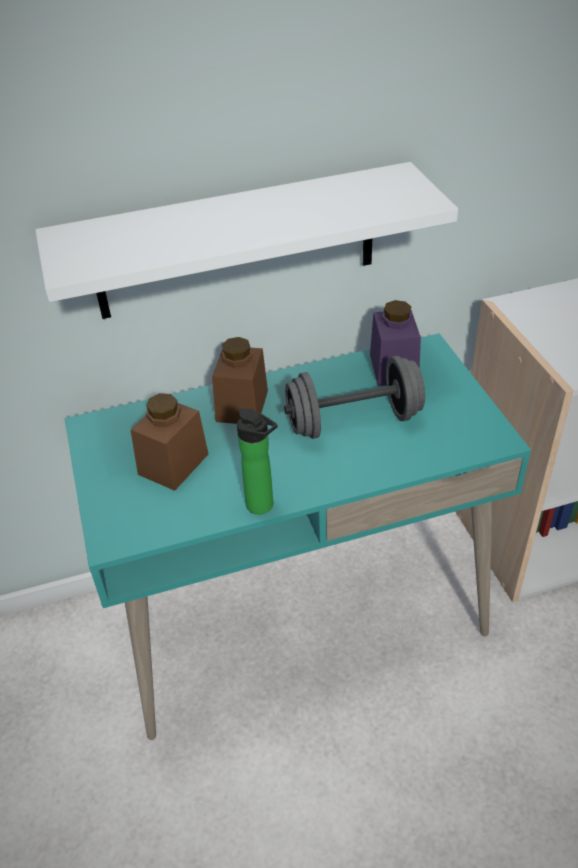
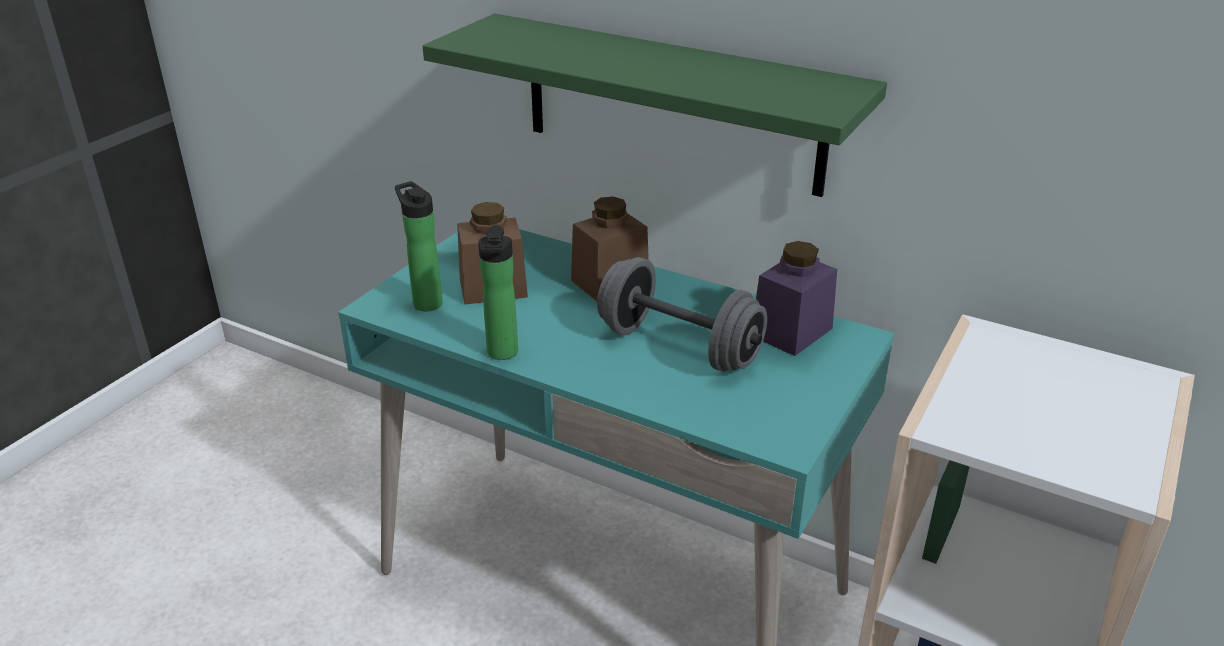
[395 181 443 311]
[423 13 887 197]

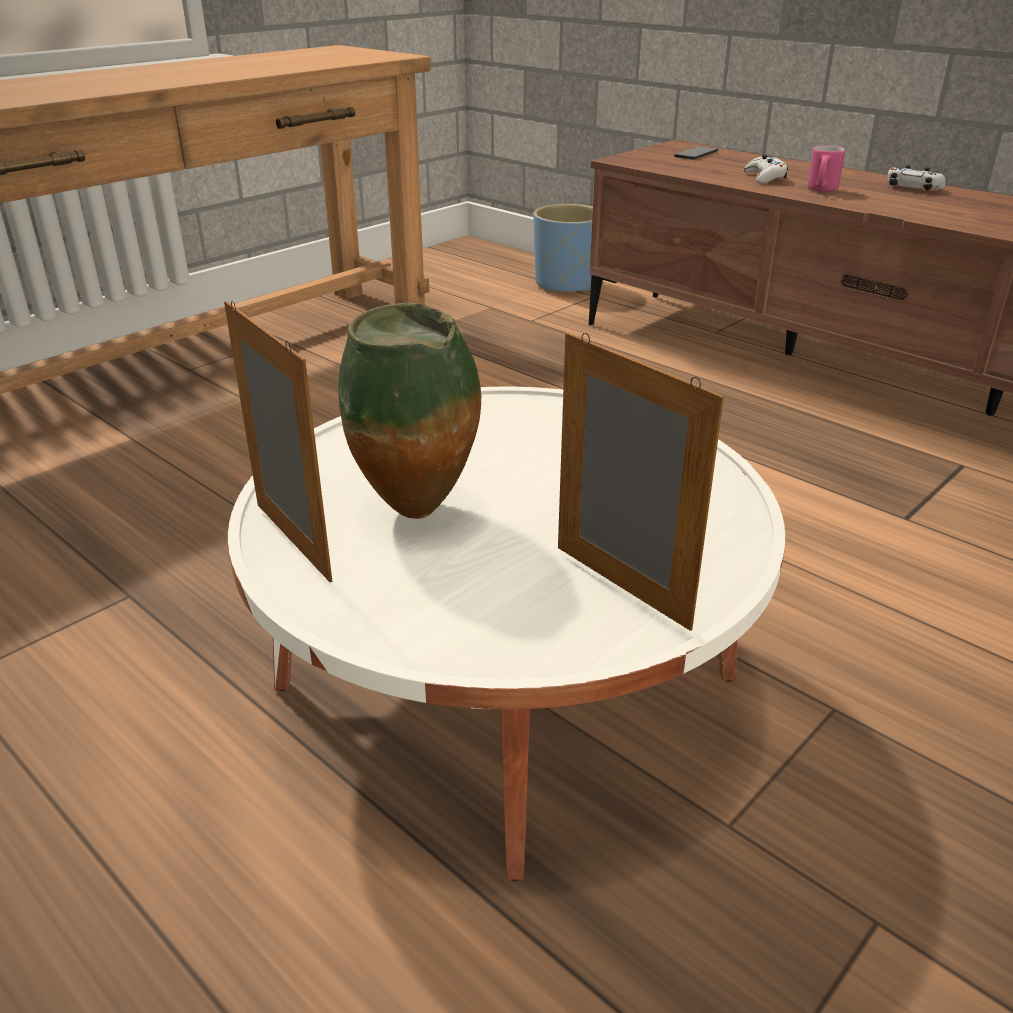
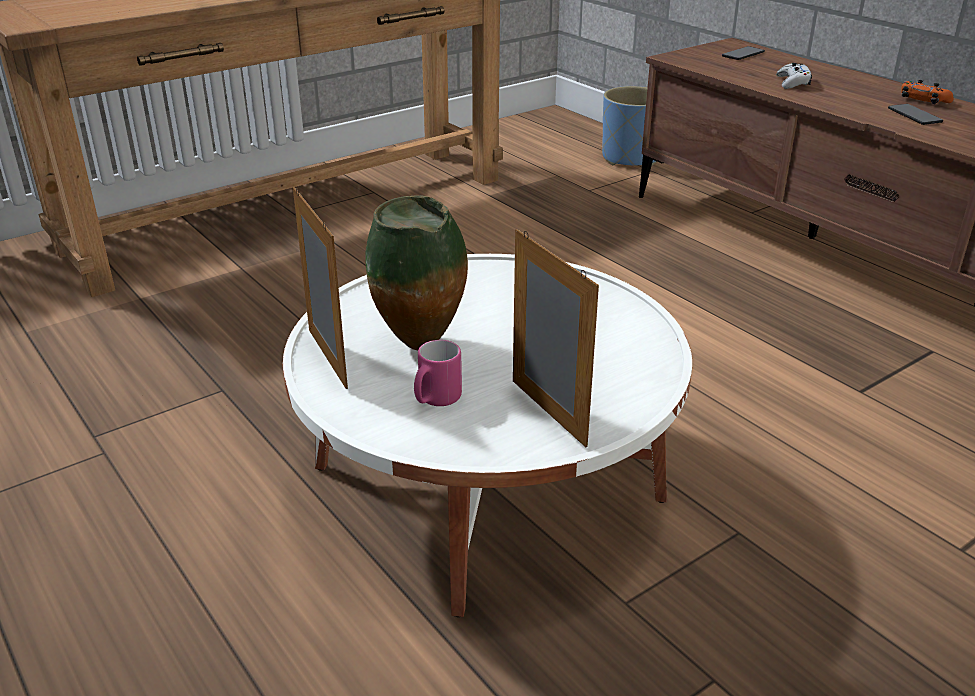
[888 104 943 125]
[414 340 462 406]
[901 80 953 104]

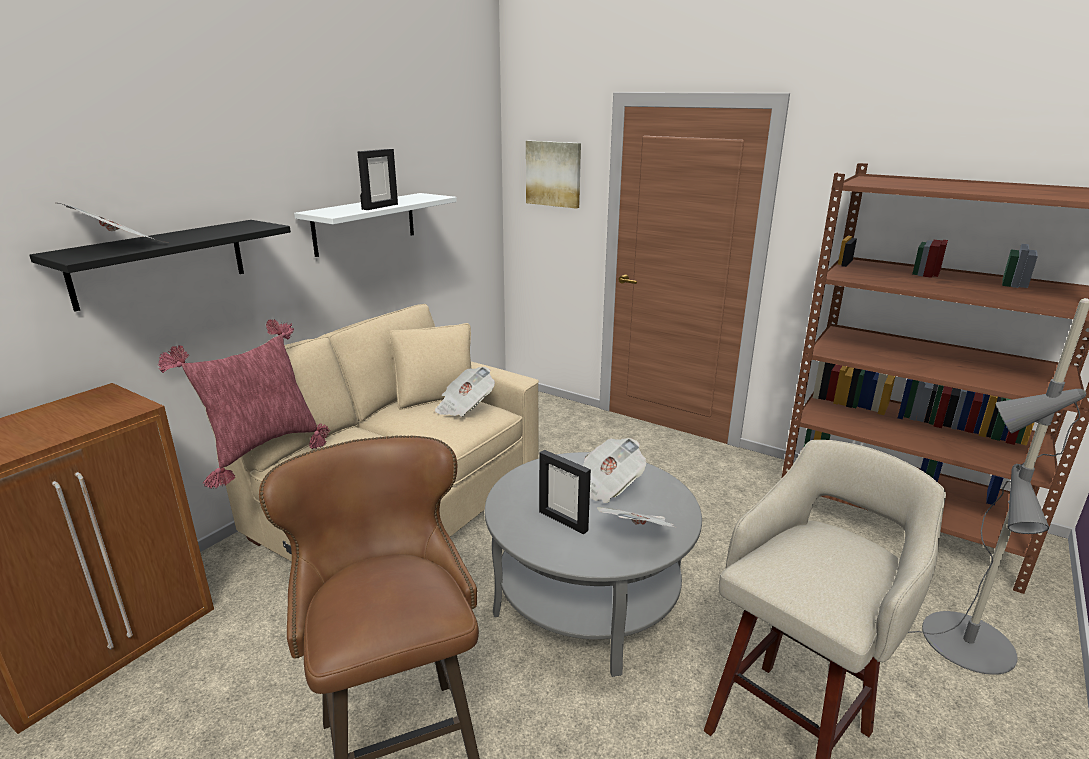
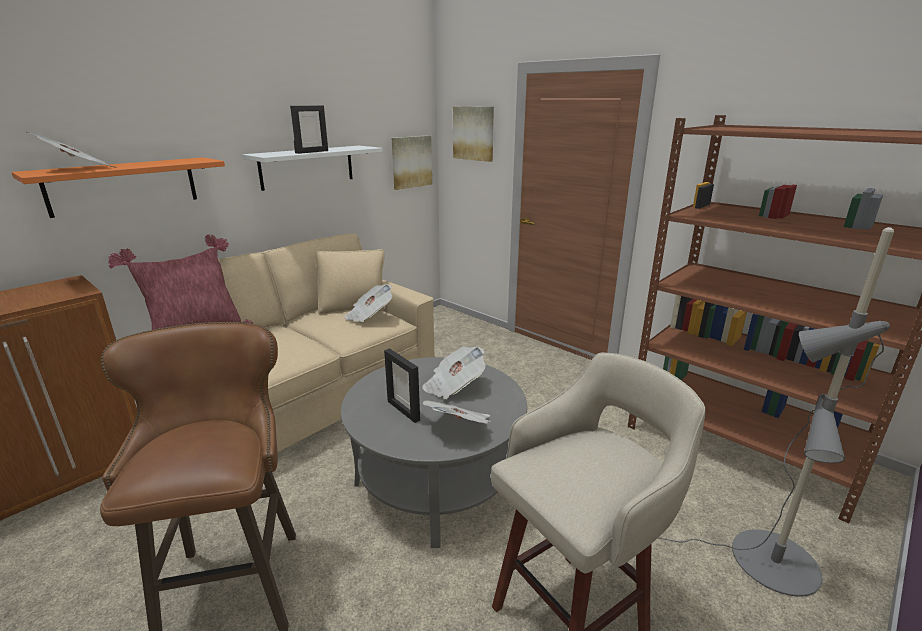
[392 135 432 190]
[11 157 225 218]

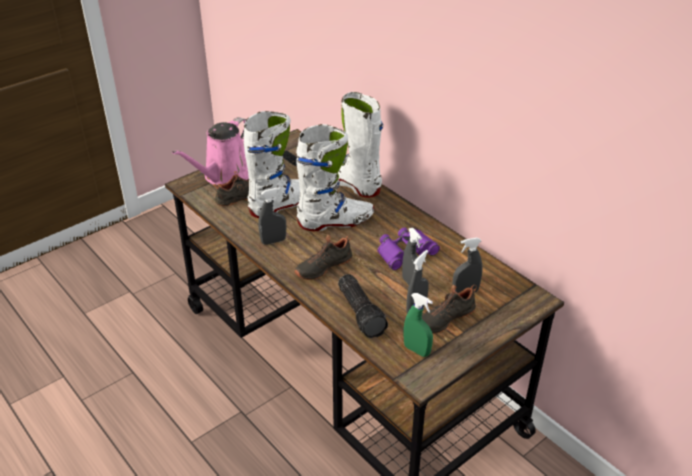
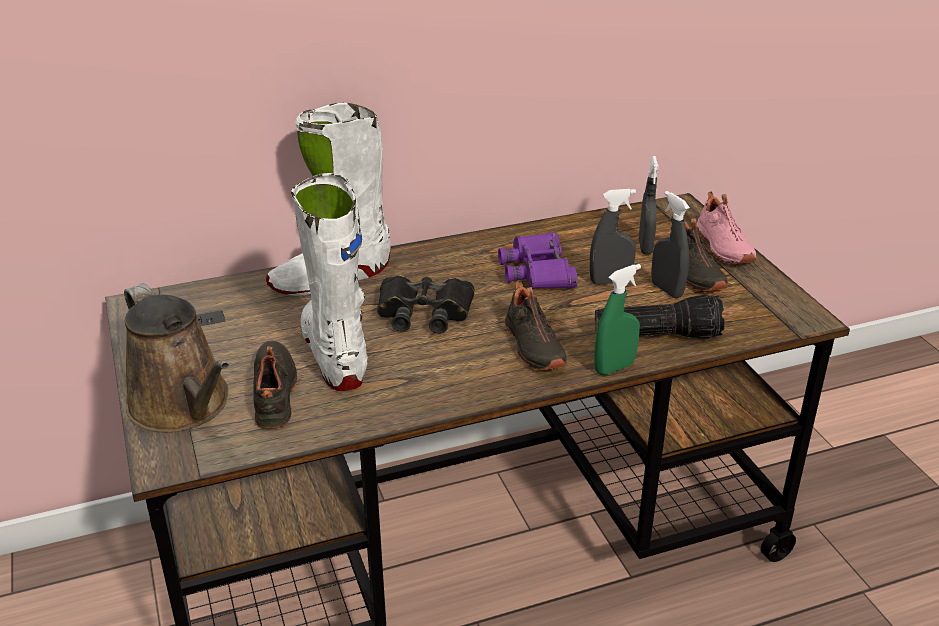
[258 188 286 245] (first image)
[696 192 756 264]
[594 264 641 375]
[377 275 475 334]
[124 283 229 433]

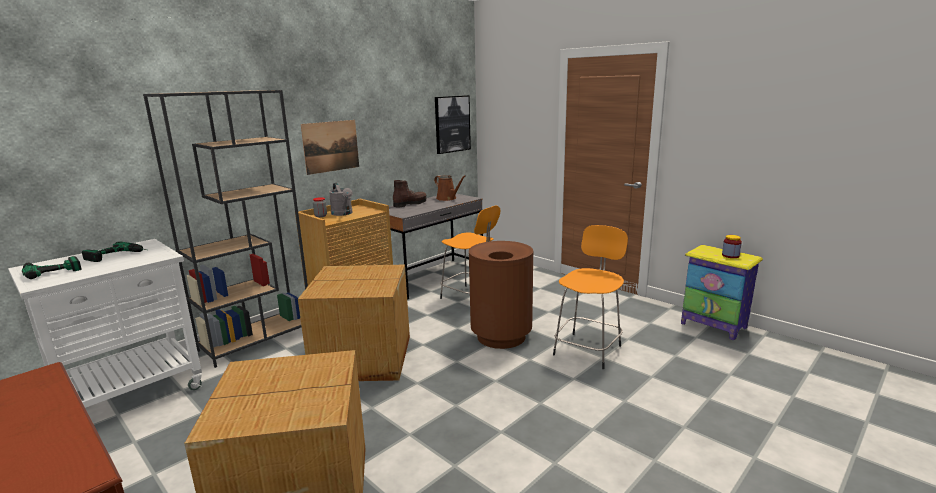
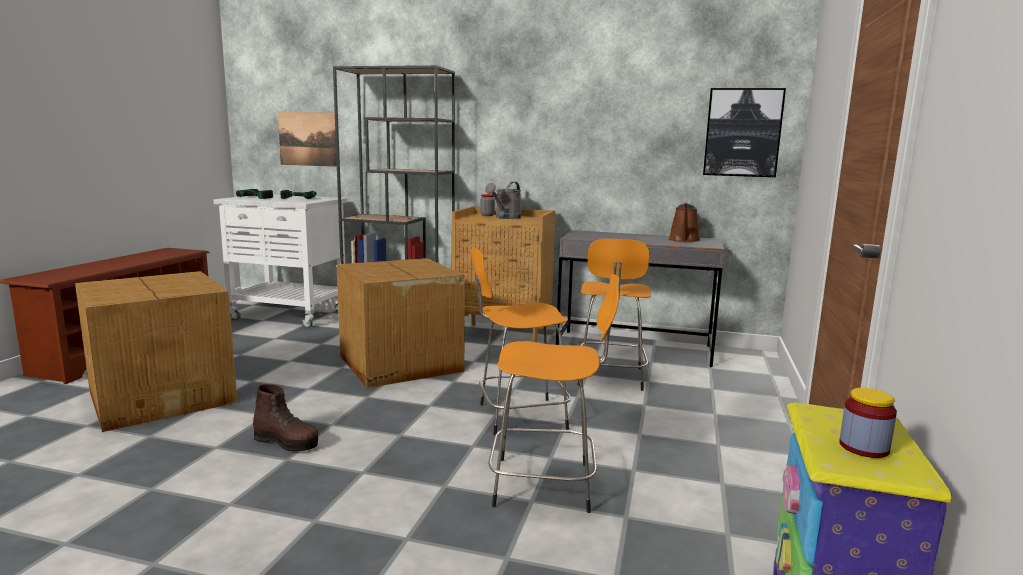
[278 112 337 167]
[253 384 319 451]
[471 246 571 436]

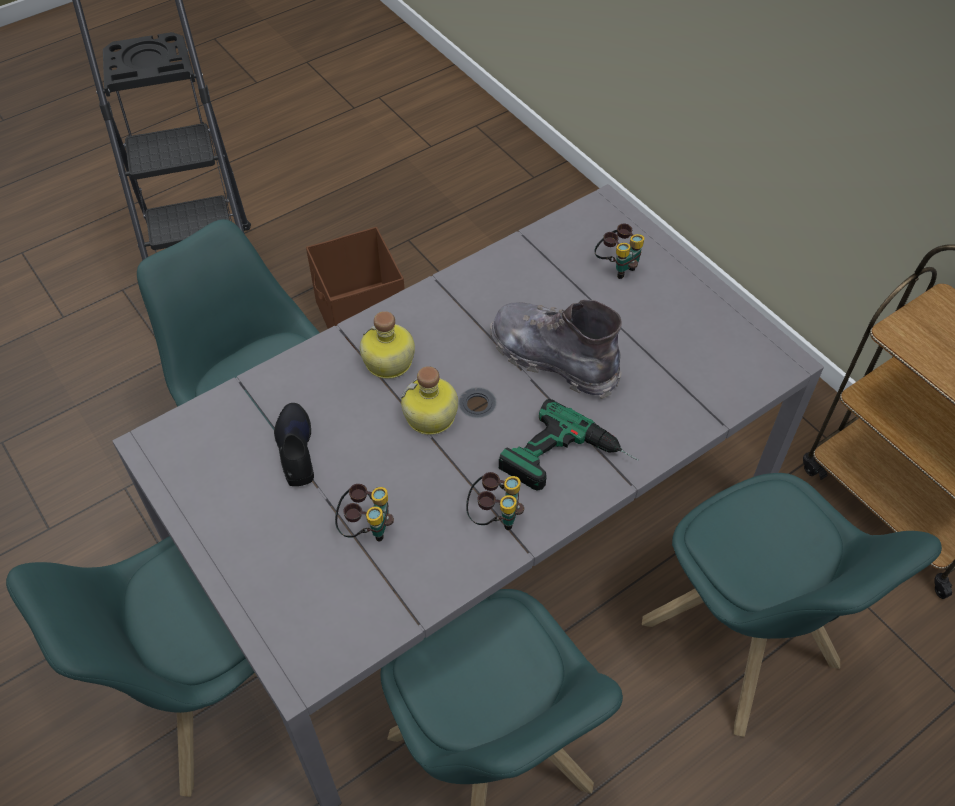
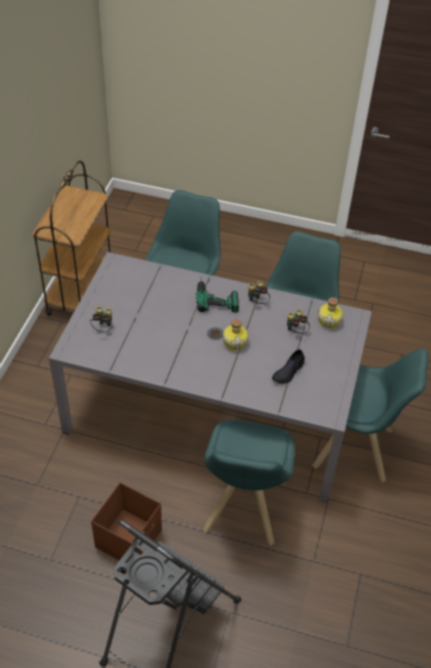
[490 300 622 399] (first image)
[318 297 343 329]

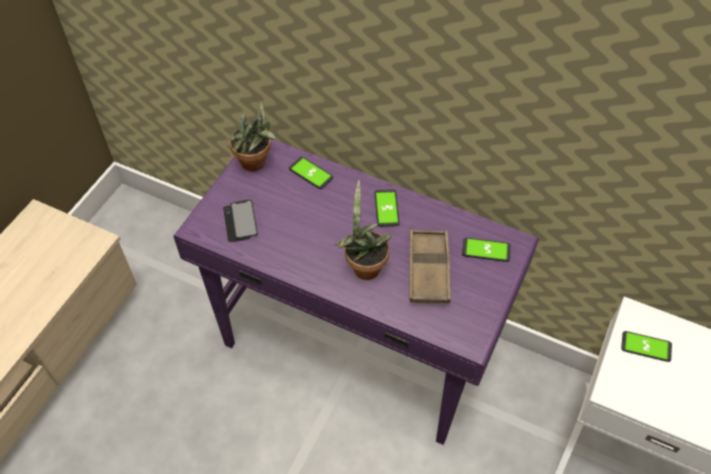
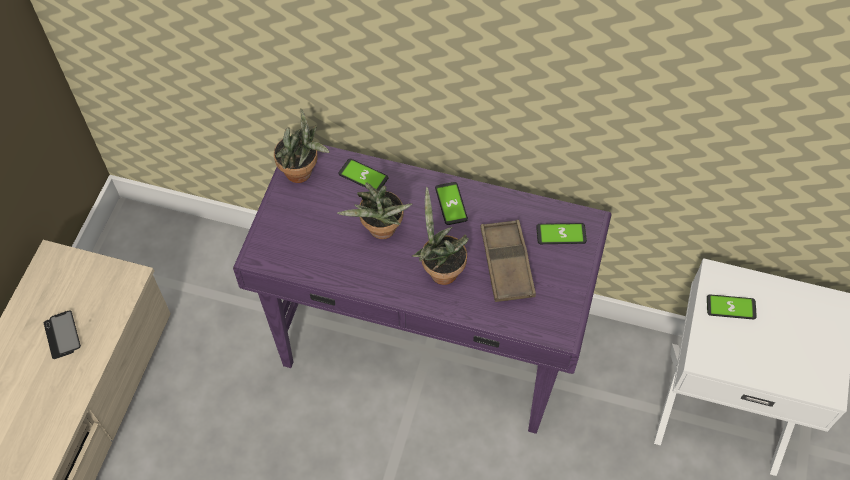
[337 183 412 239]
[44 310 81 359]

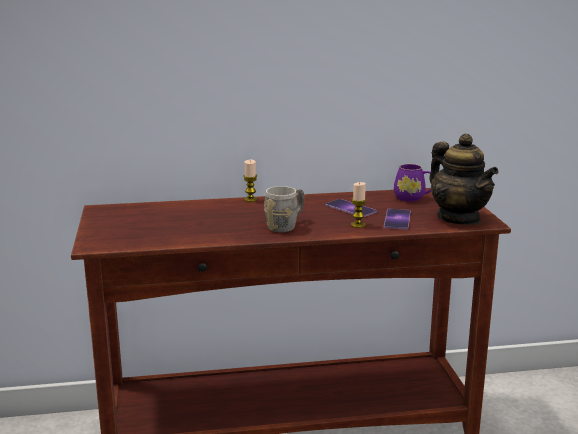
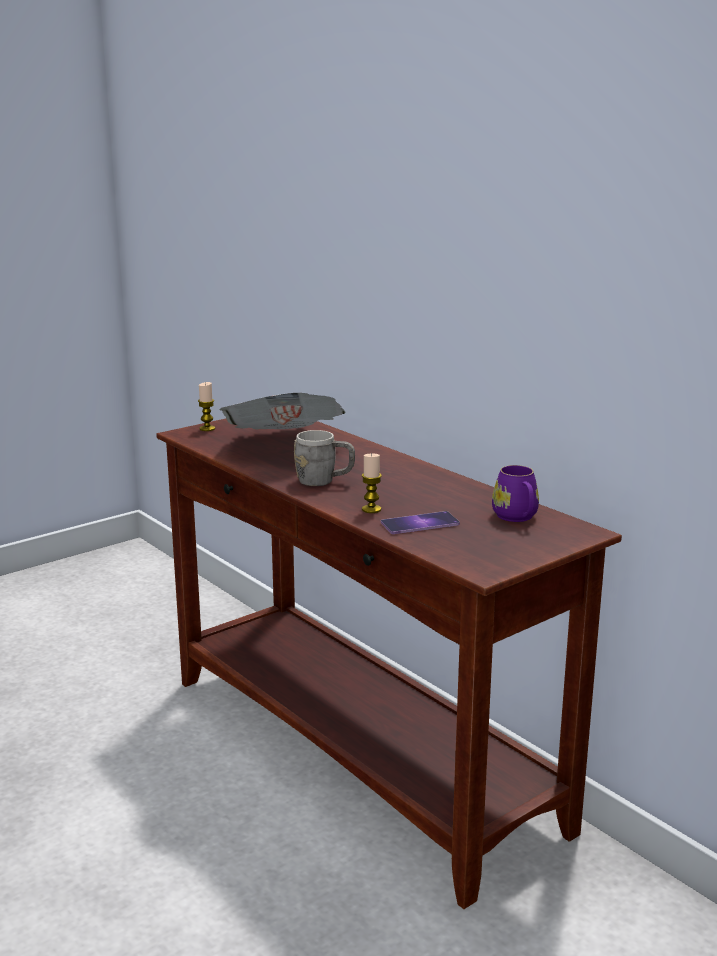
[326 199 377 217] (first image)
[429 134 499 225] (first image)
[220 393 346 430]
[198 382 215 431]

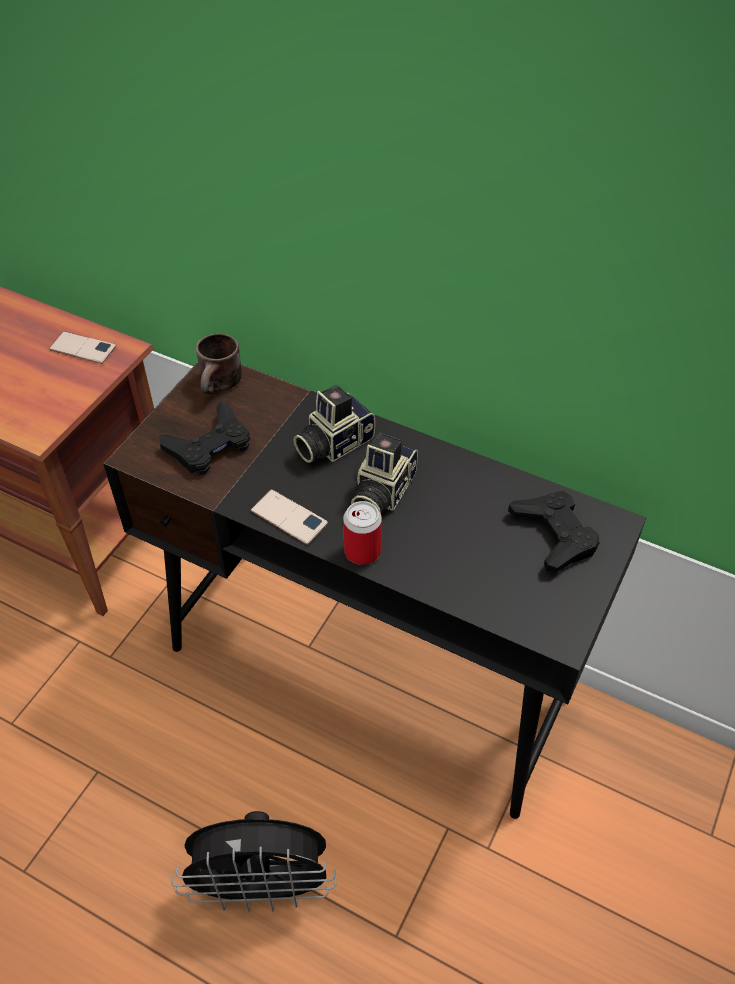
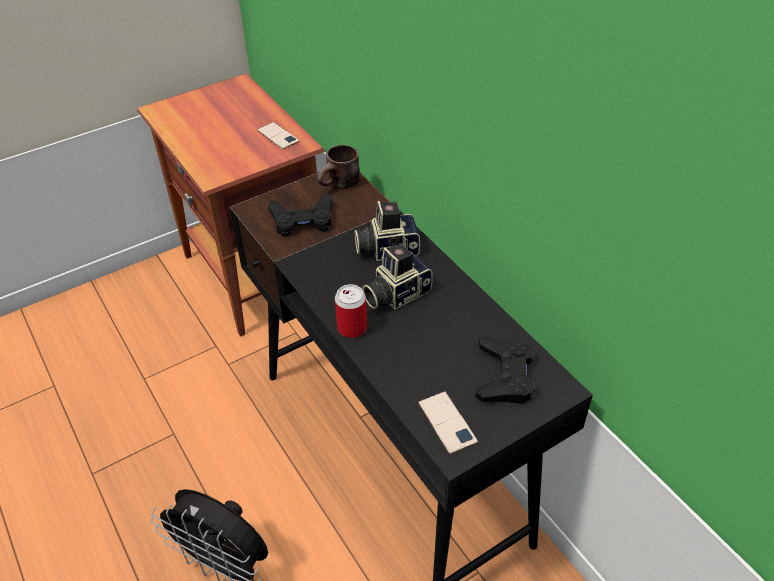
[418 391 478 454]

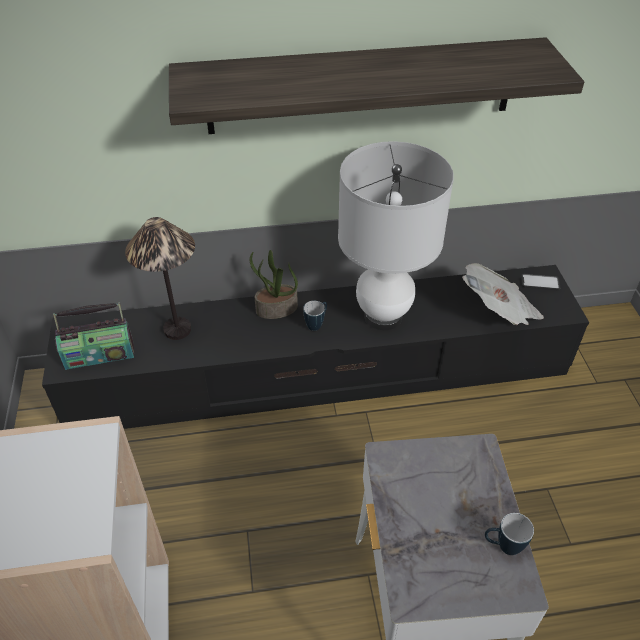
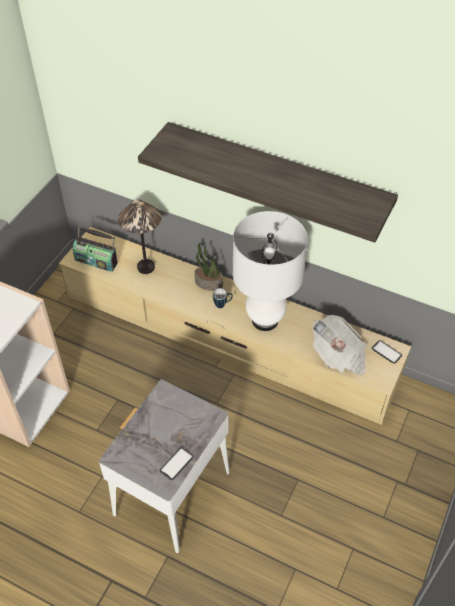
[160 447 193 480]
[59 227 411 425]

